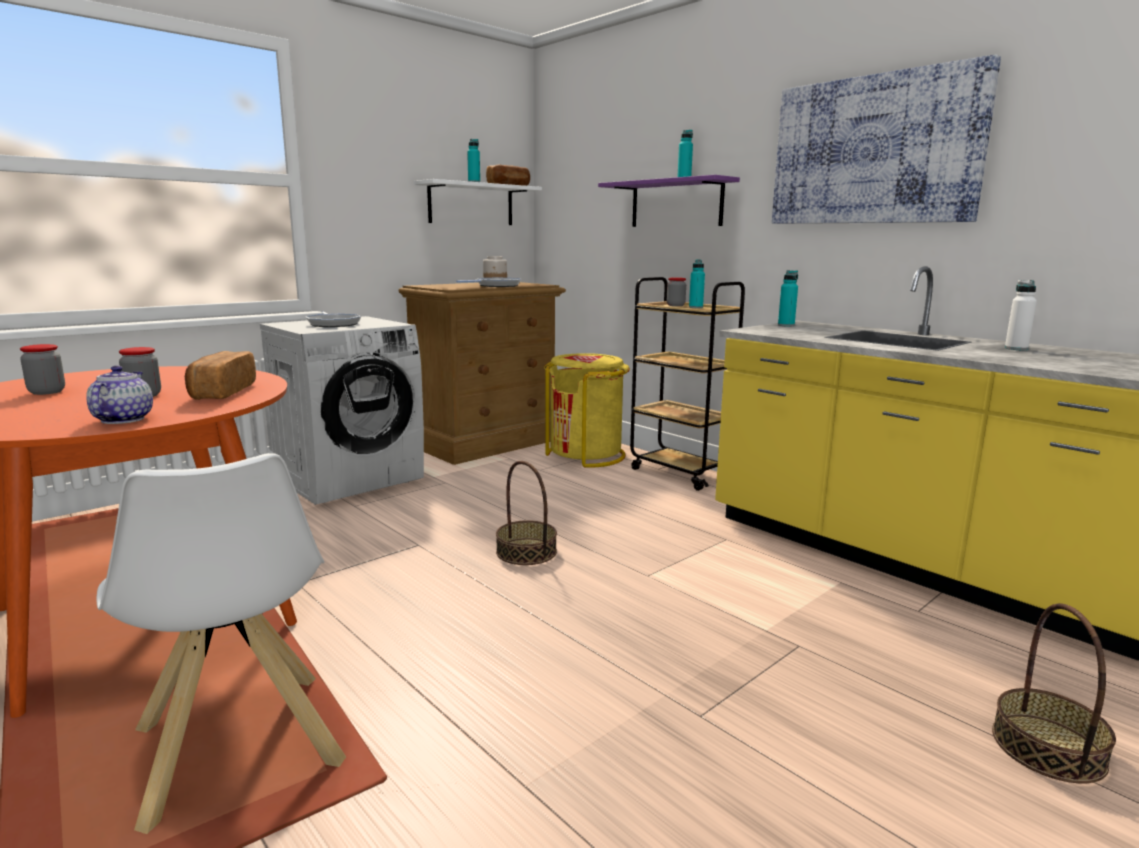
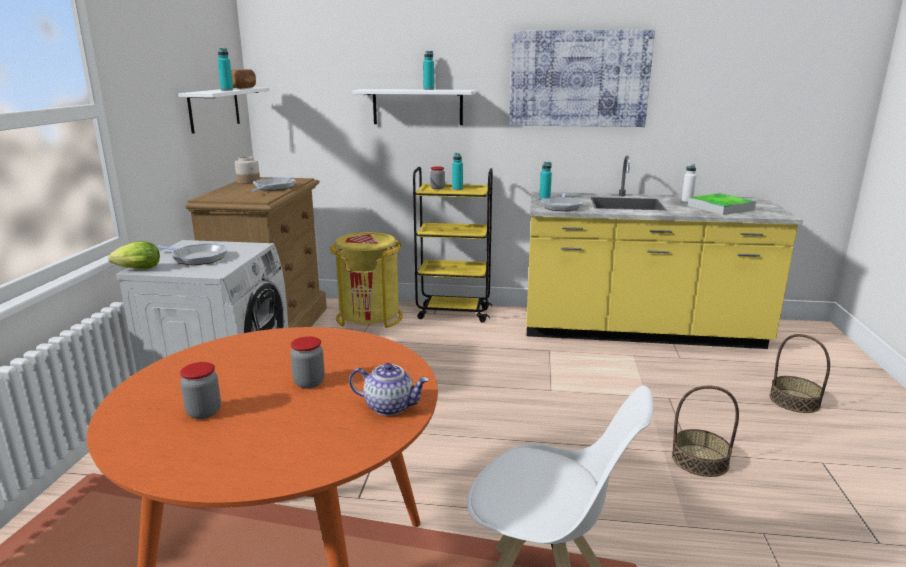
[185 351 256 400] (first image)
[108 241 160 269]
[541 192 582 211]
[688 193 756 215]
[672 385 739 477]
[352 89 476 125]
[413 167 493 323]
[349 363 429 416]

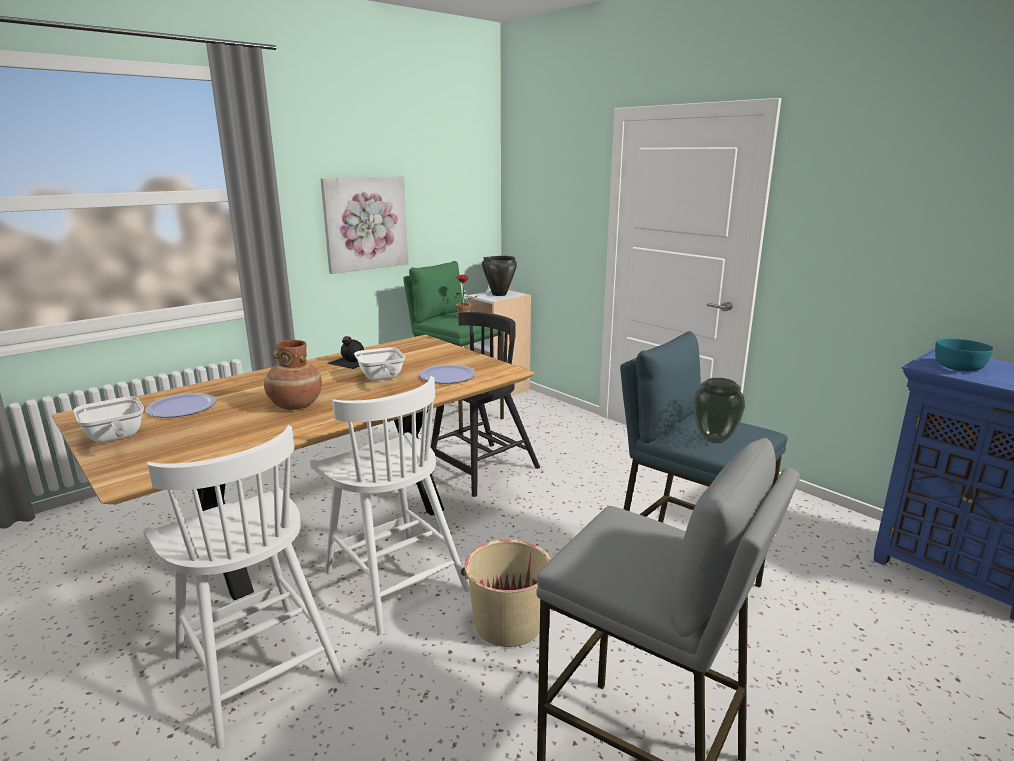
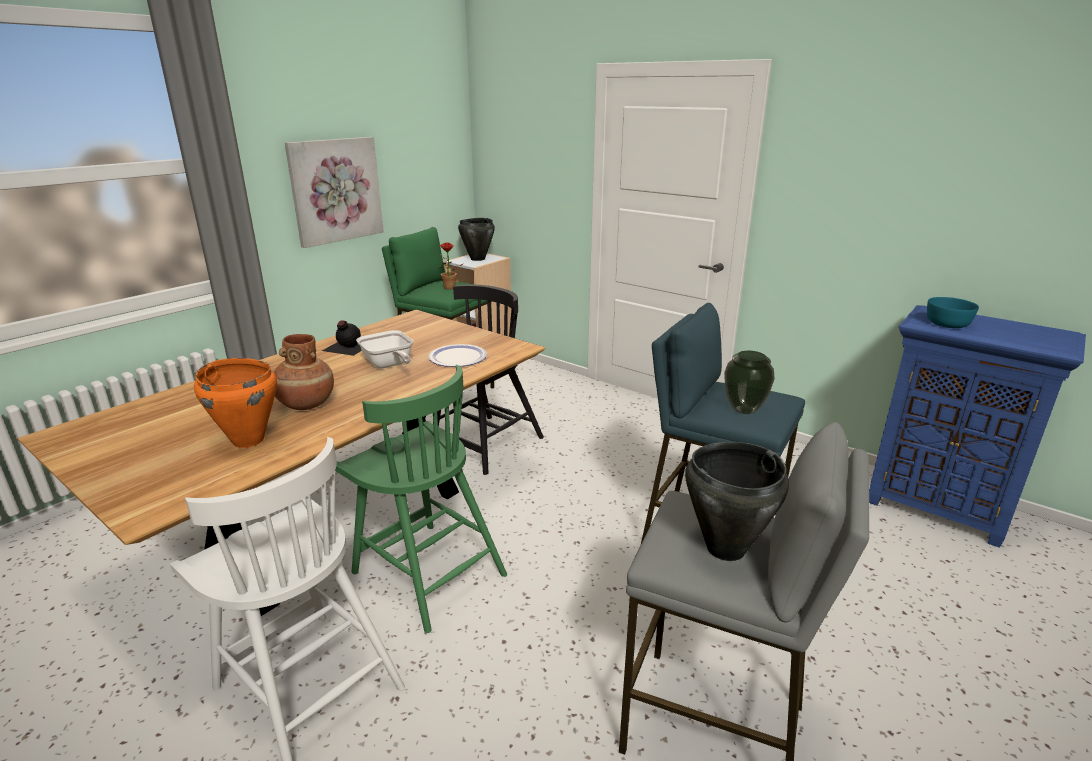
[73 396 144 443] (first image)
[145 393 216 418] (first image)
[461 539 551 647] (first image)
[194 358 277 448]
[685 442 789 561]
[335 365 507 633]

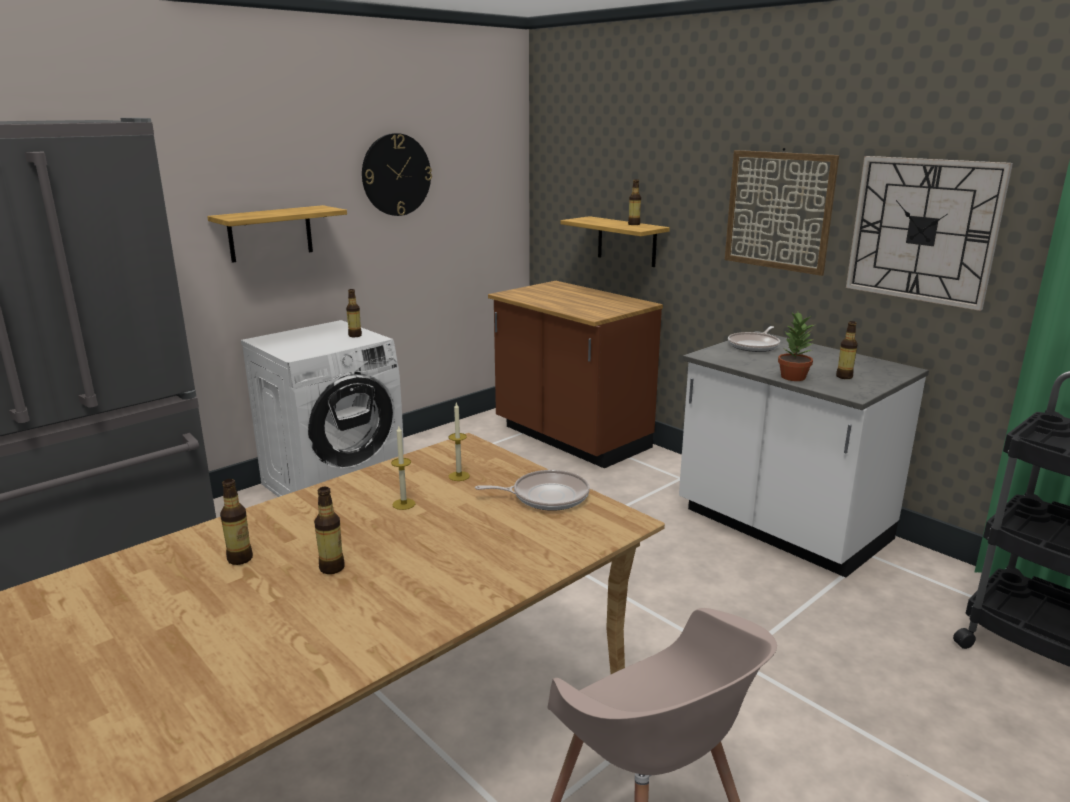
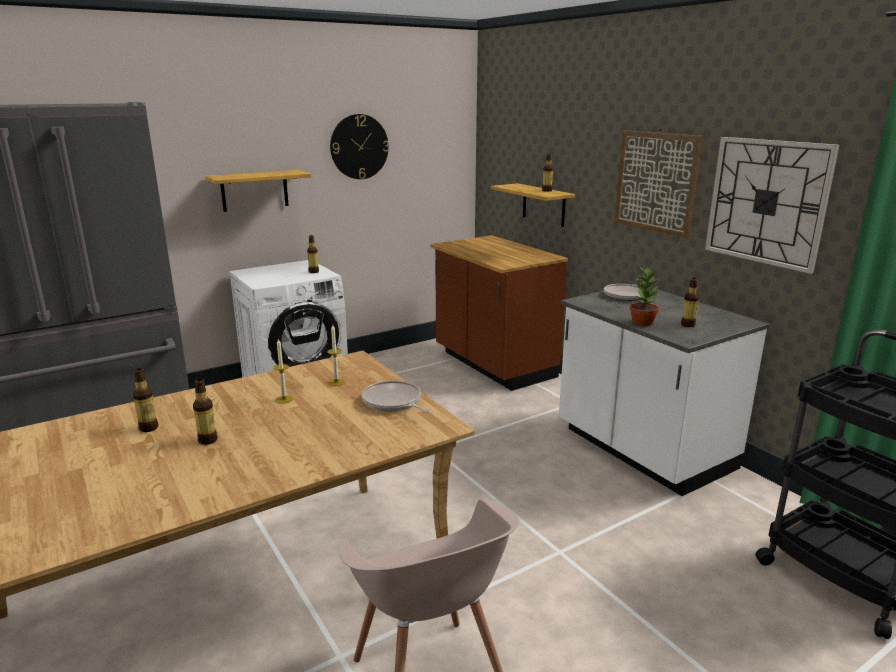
[361 380 431 413]

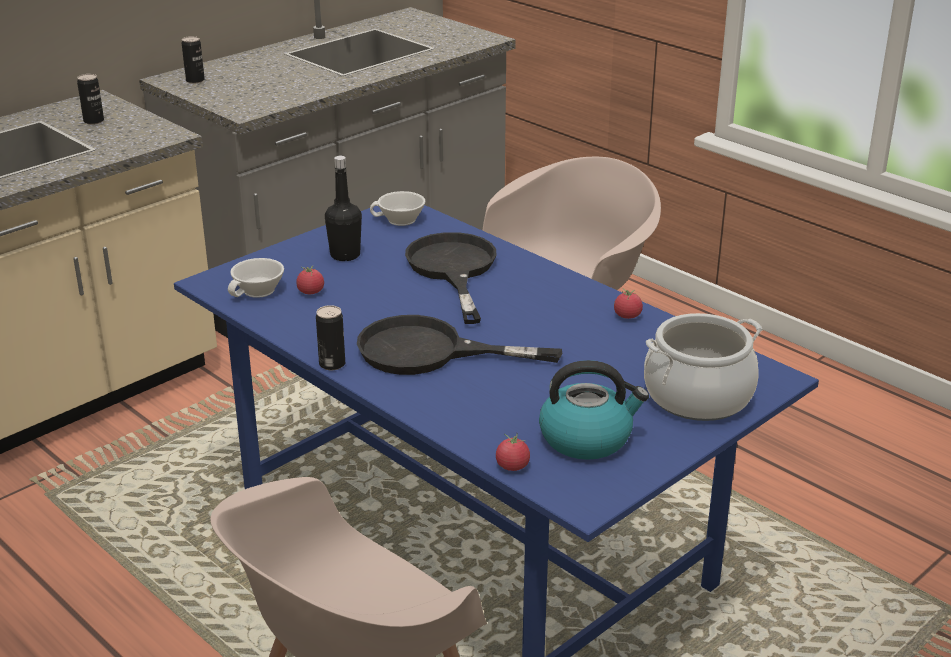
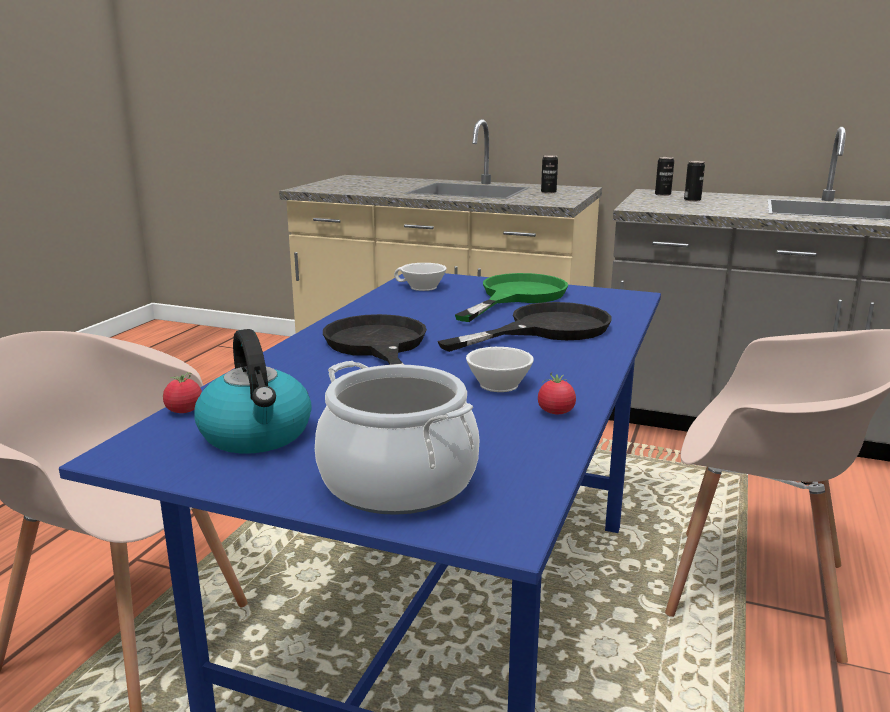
[296 265 324 294] (first image)
[684 161 705 202]
[466 347 534 392]
[455 273 568 322]

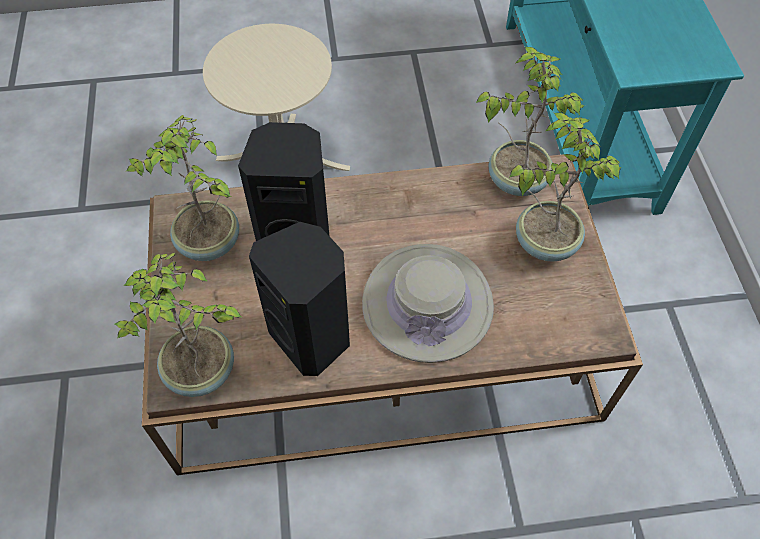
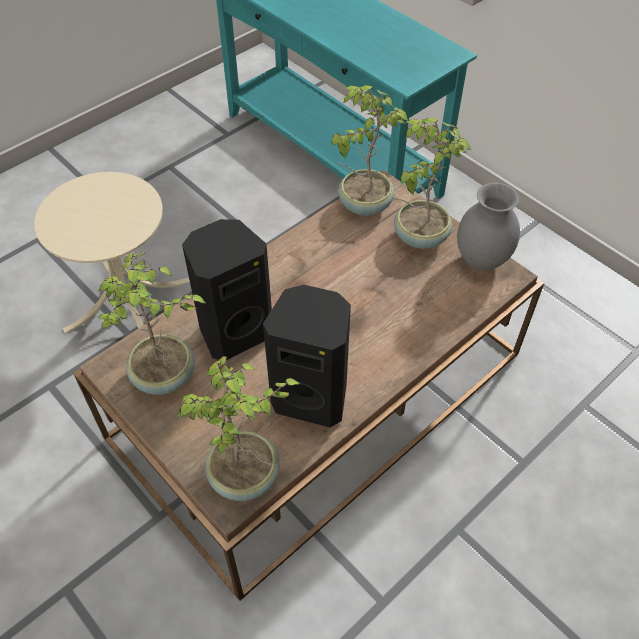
[362 244 494 363] (first image)
[457 183 520 270]

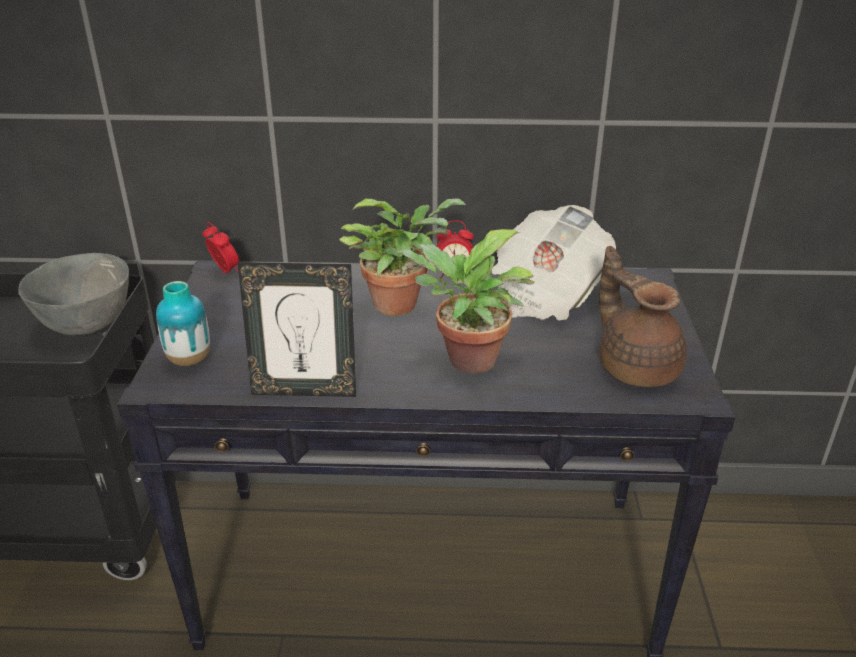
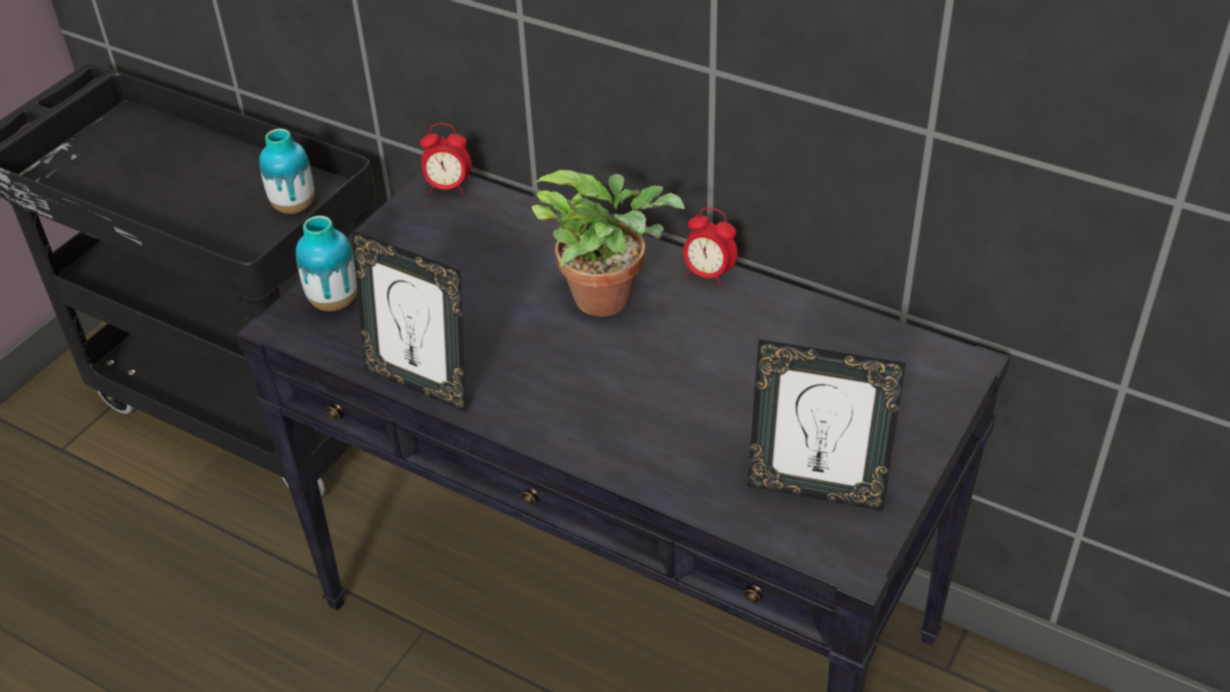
[395 229 535 373] (first image)
[491 205 616 321] (first image)
[259 129 314 214]
[747 339 906 511]
[420 123 471 194]

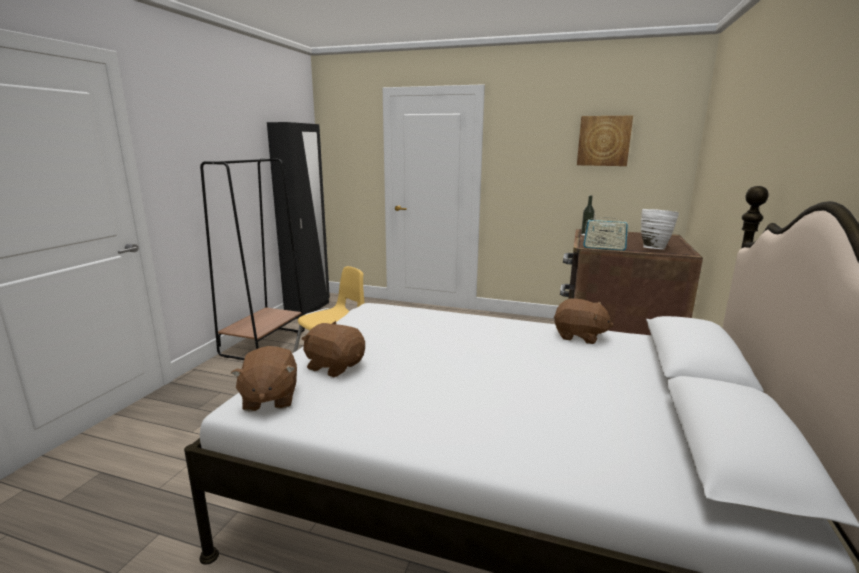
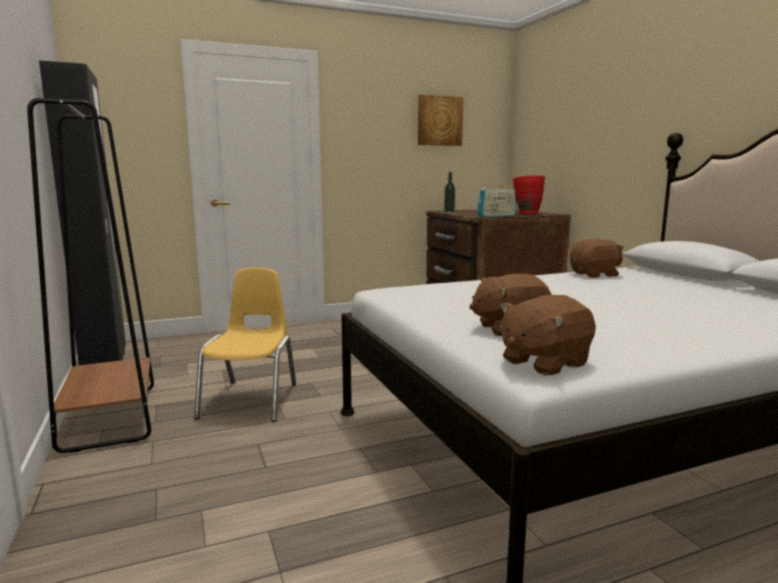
[513 175 545 214]
[500 295 596 376]

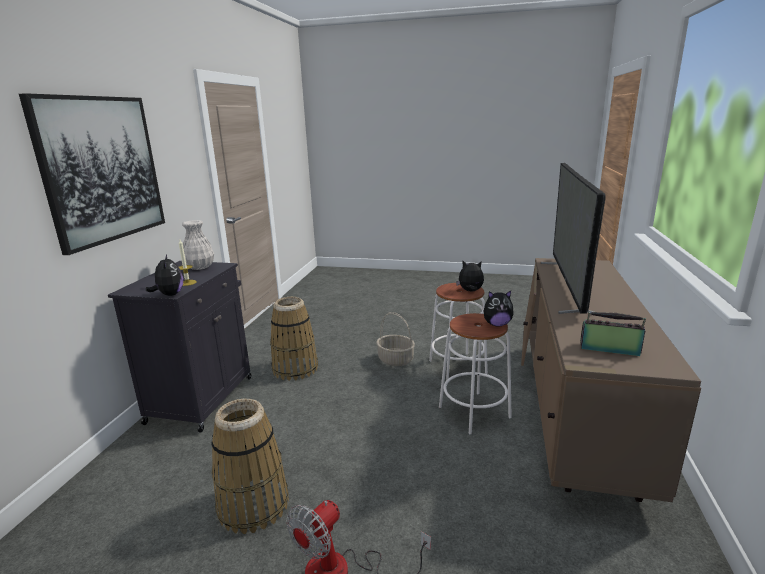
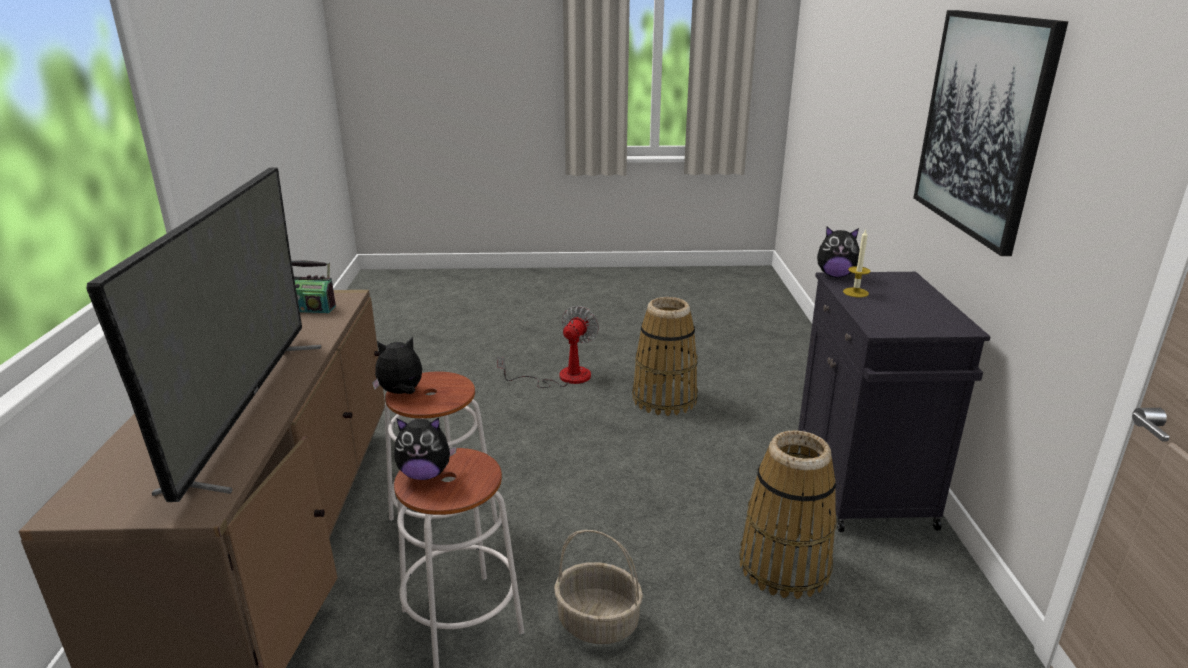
[182 220 214 270] (first image)
[817 227 860 277]

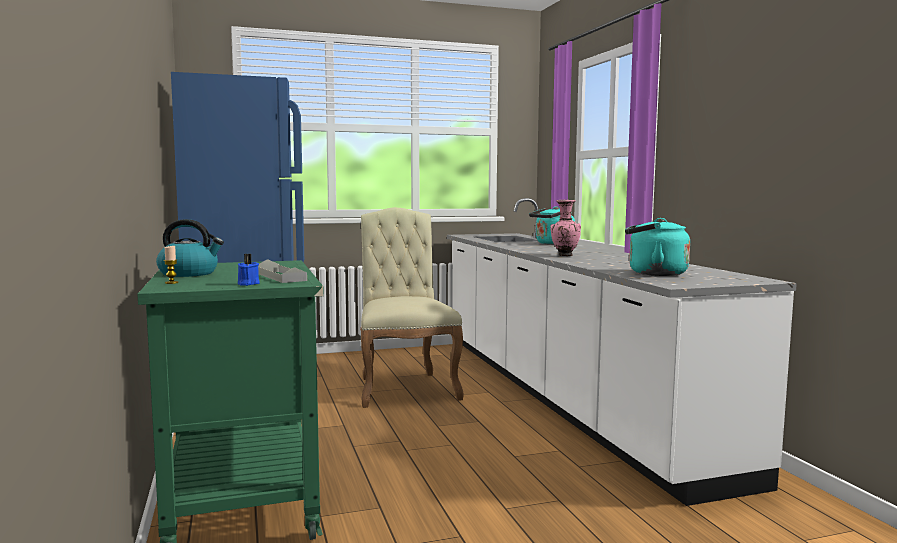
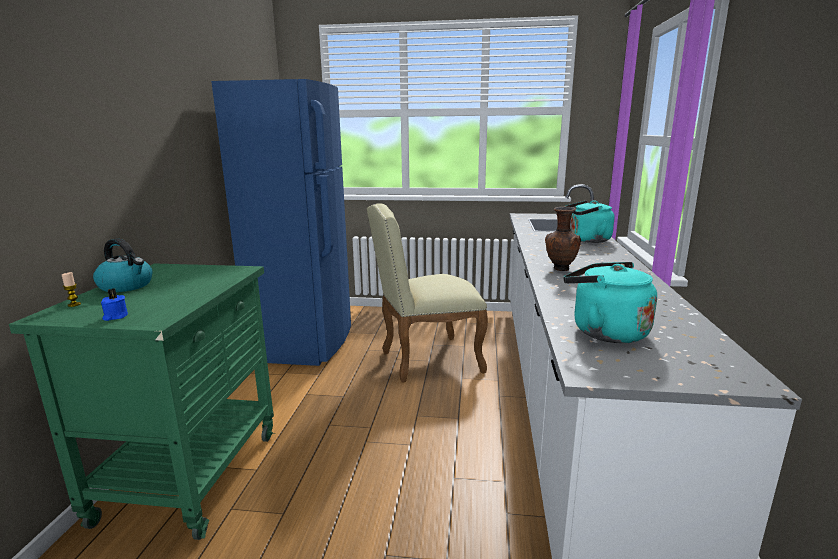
[258 259 307 283] (first image)
[545 207 581 271]
[367 203 488 383]

